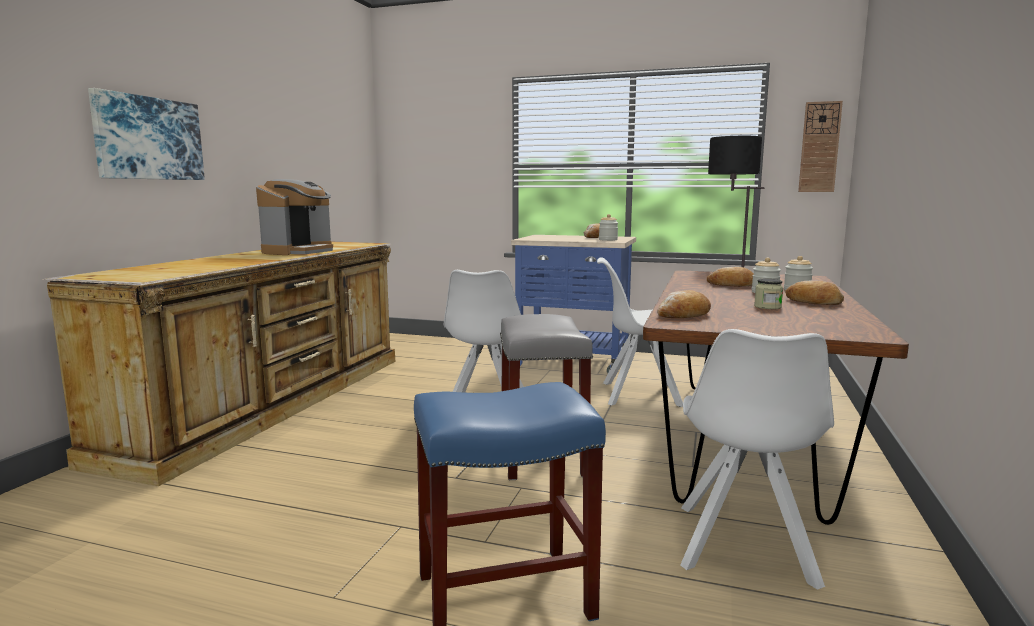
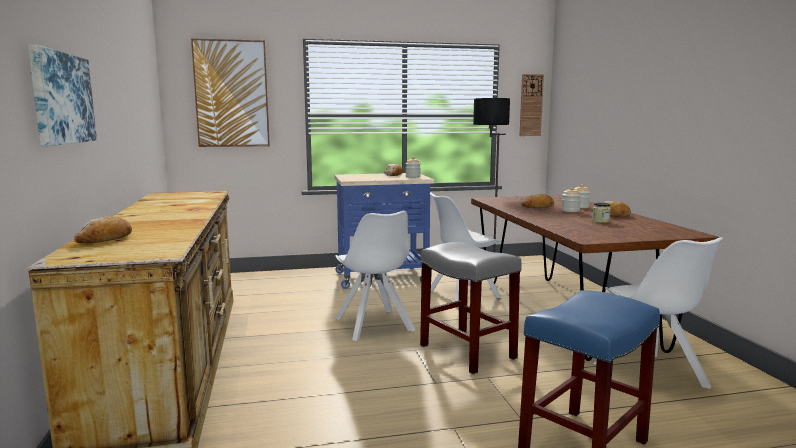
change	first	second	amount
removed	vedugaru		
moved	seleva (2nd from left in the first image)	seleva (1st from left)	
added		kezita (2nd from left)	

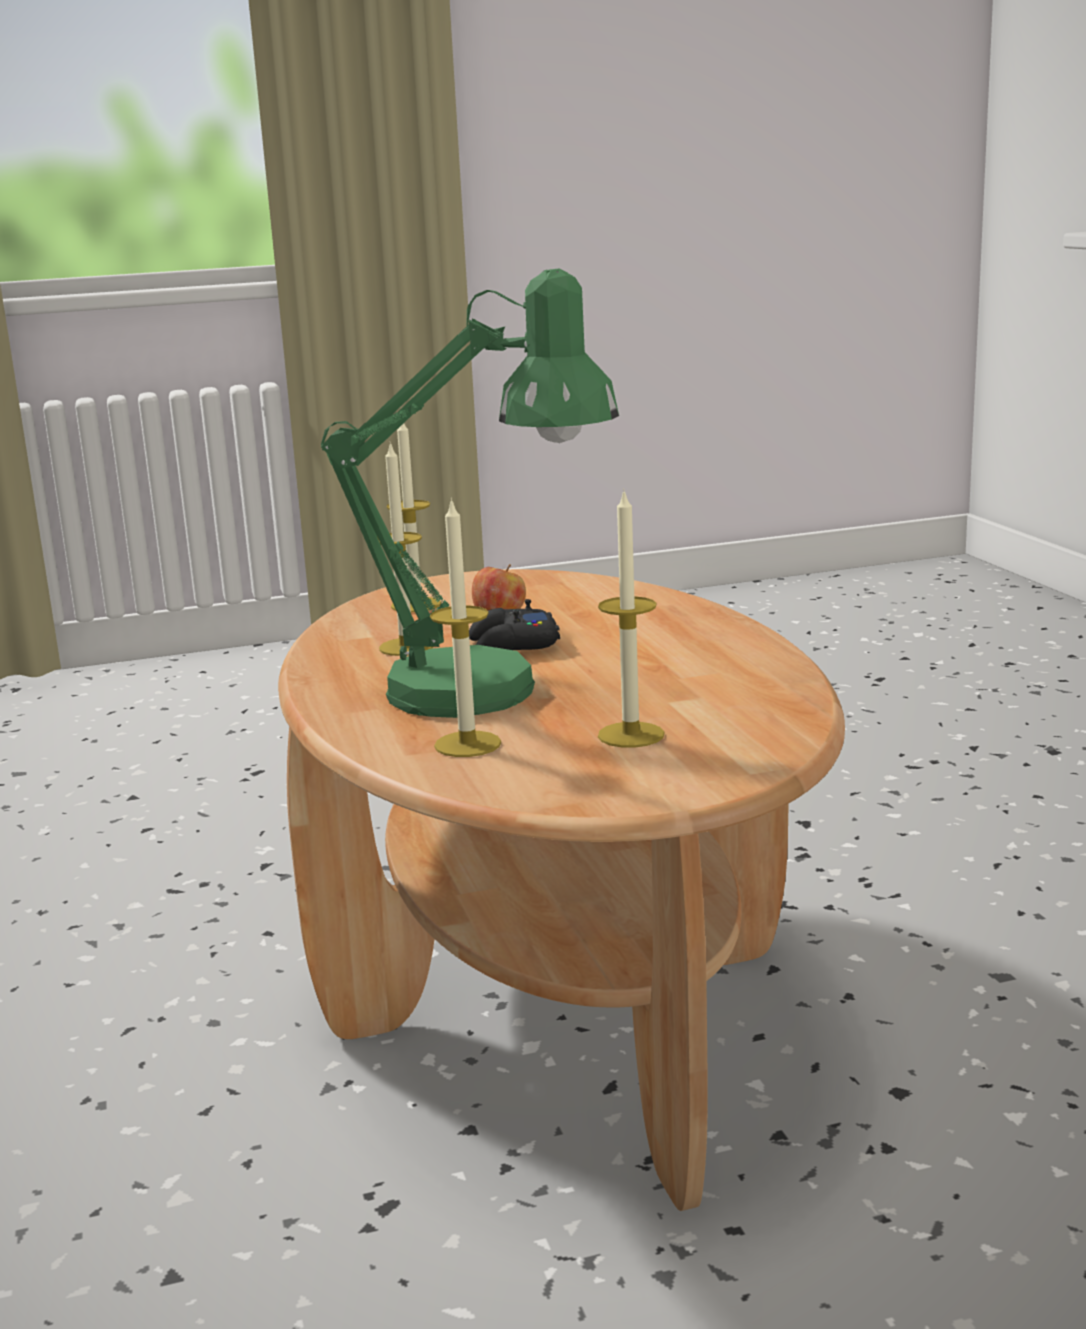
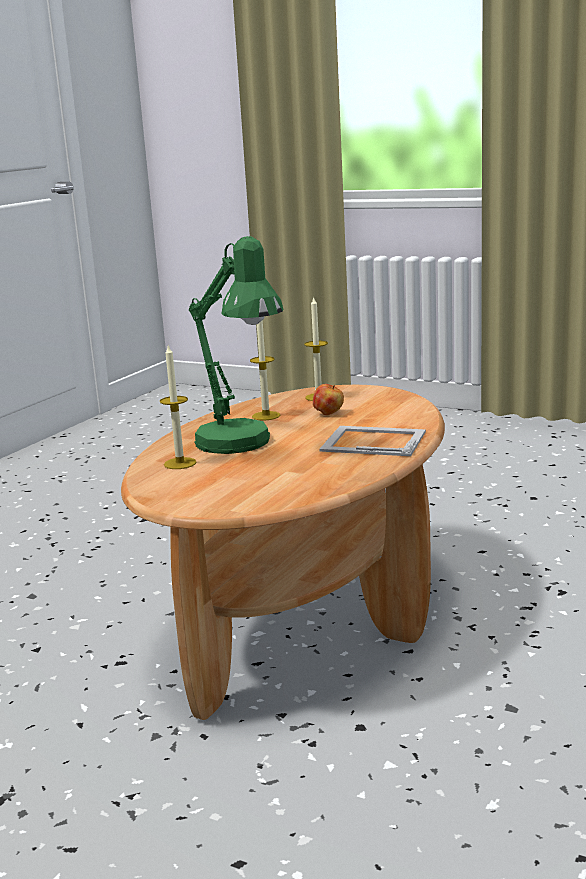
change	first	second	amount
removed	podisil (4th from left)		
removed	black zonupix		
added		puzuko	

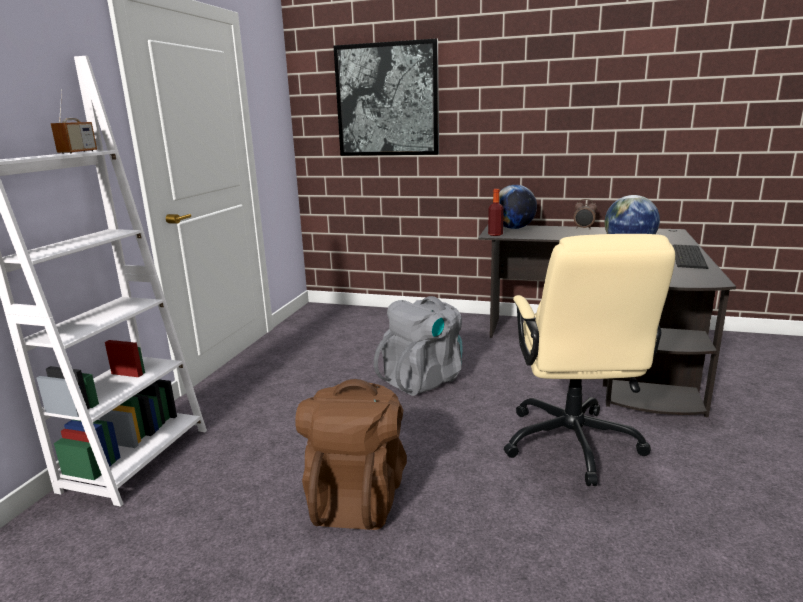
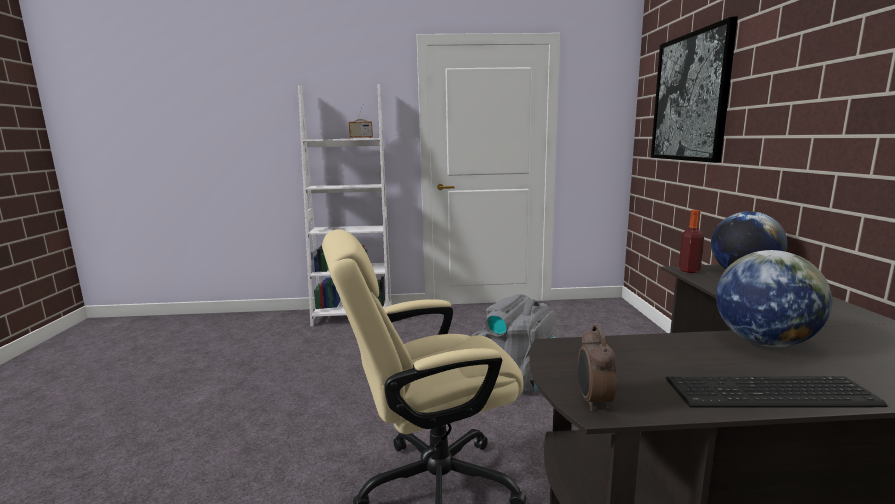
change	first	second	amount
moved	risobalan		
removed	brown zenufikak		

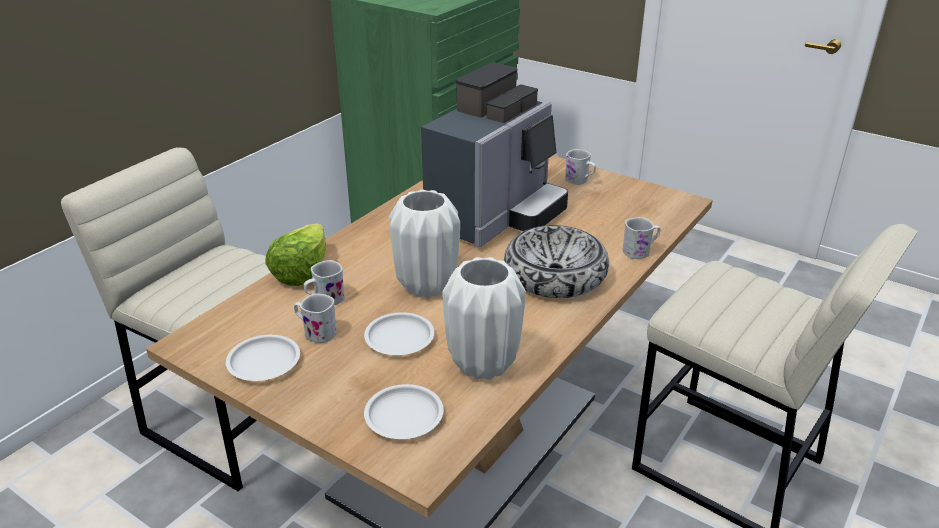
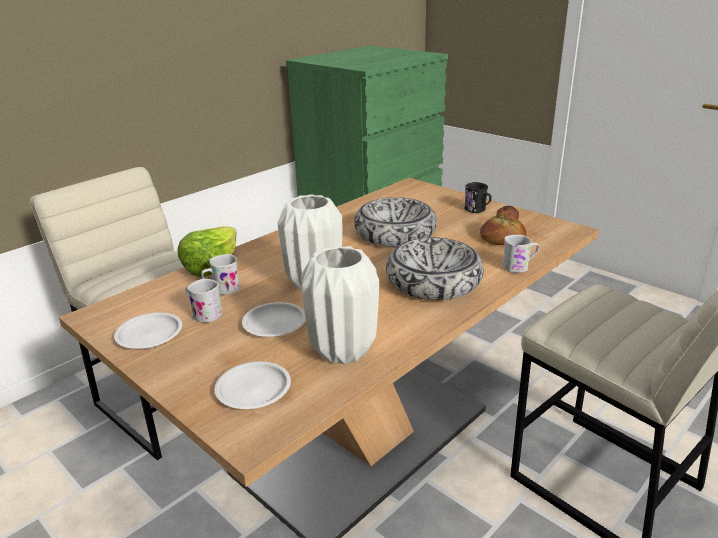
change	first	second	amount
replaced	vedugaru	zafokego (1st from left)	
recoloured	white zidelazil (3rd from left)	black zidelazil	
added		seleva	

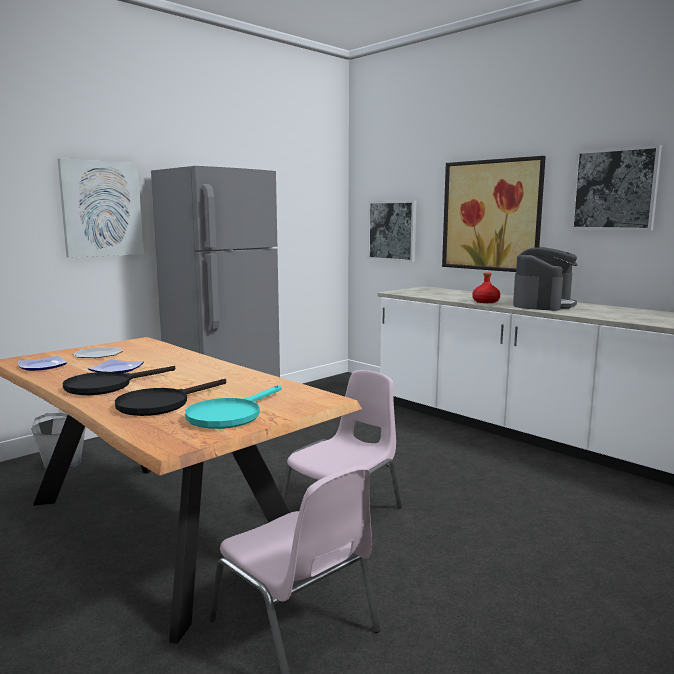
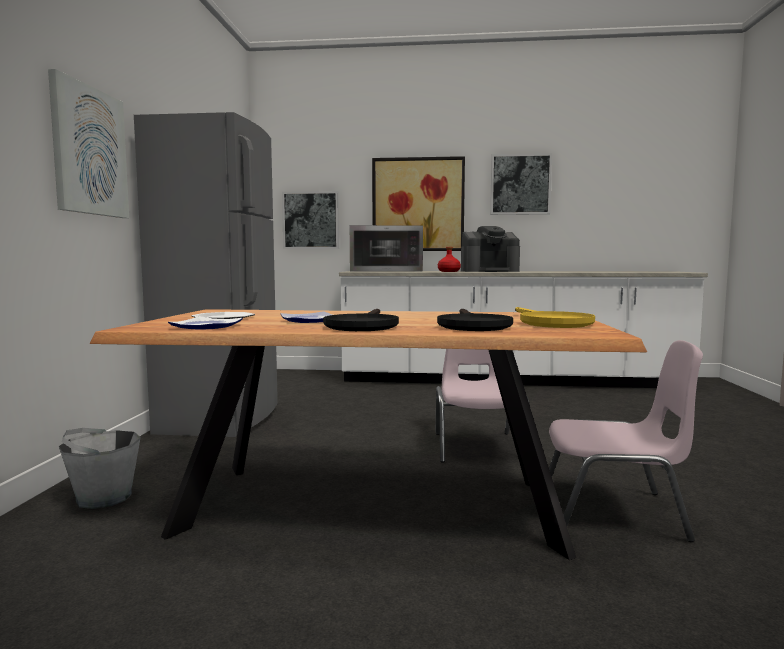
change	first	second	amount
turned	vedugaru		90 degrees clockwise
recoloured	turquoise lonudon	yellow lonudon	
added		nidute	

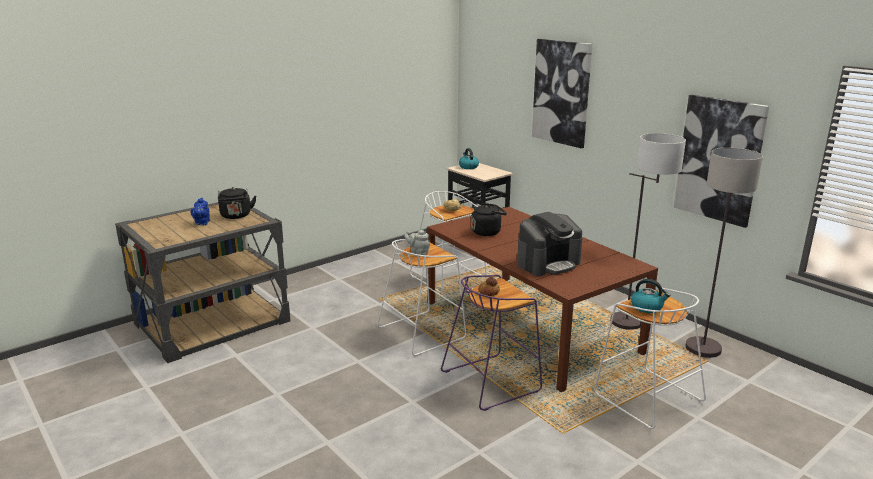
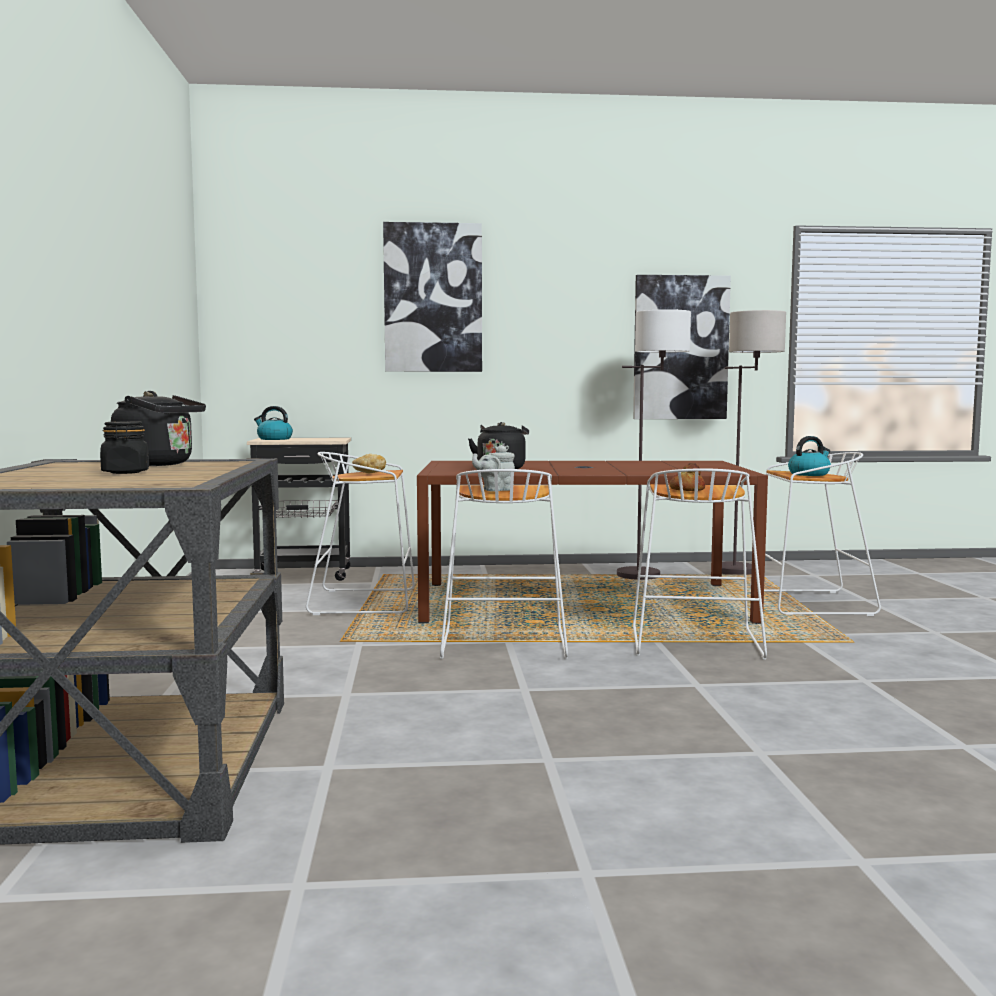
change	first	second	amount
replaced	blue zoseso	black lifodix	
removed	vedugaru		
recoloured	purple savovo	white savovo (3rd from left)	

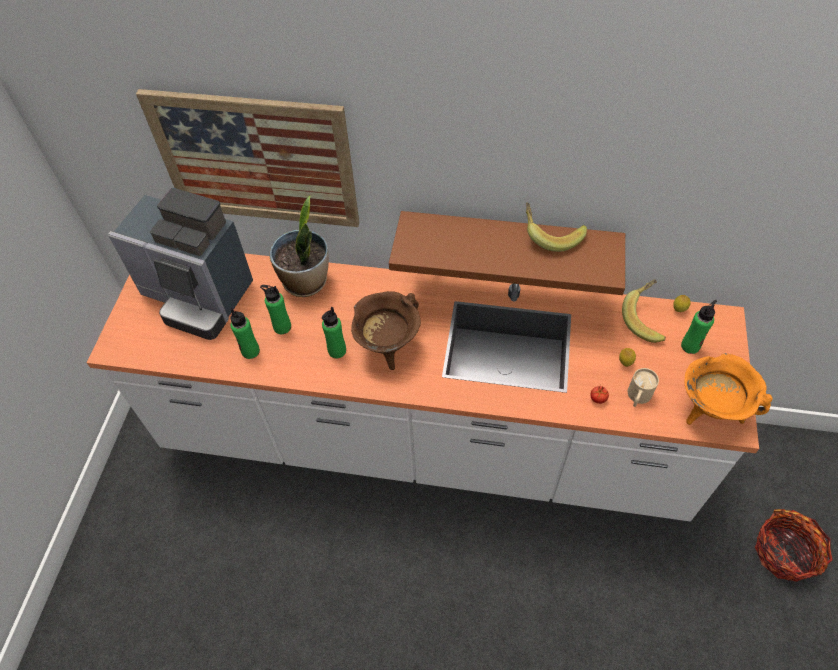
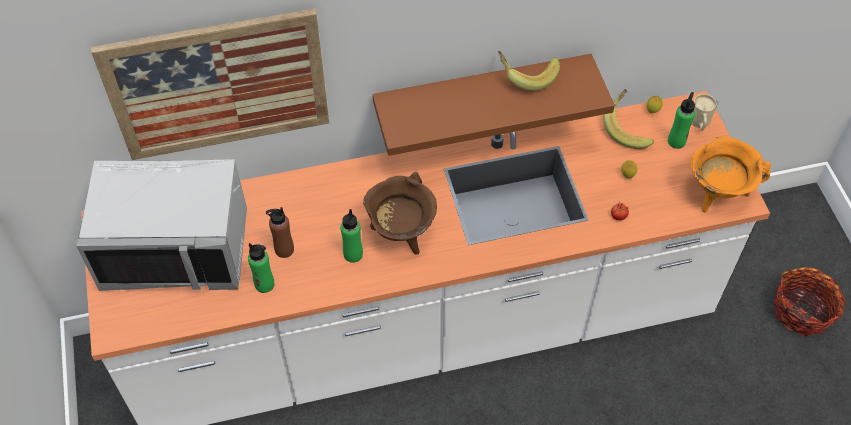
change	first	second	amount
replaced	vedugaru	grey nidute	
removed	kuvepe		
recoloured	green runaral (2nd from left)	brown runaral	
moved	beige zidelazil		

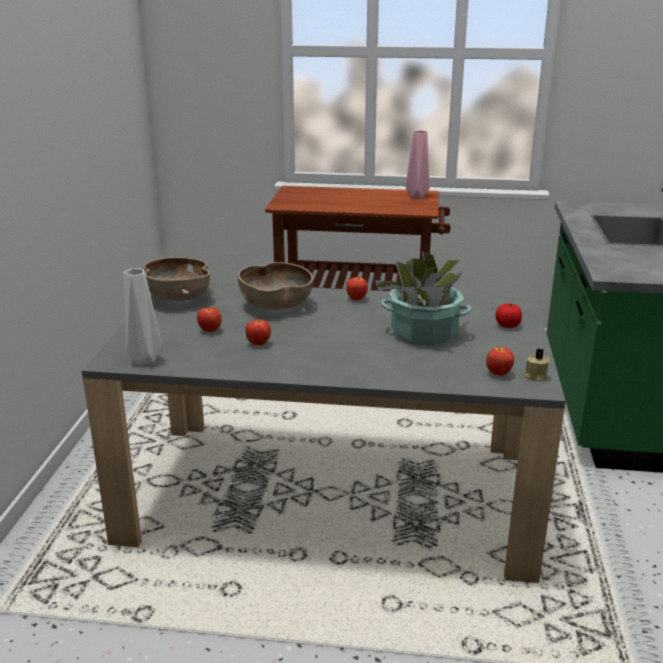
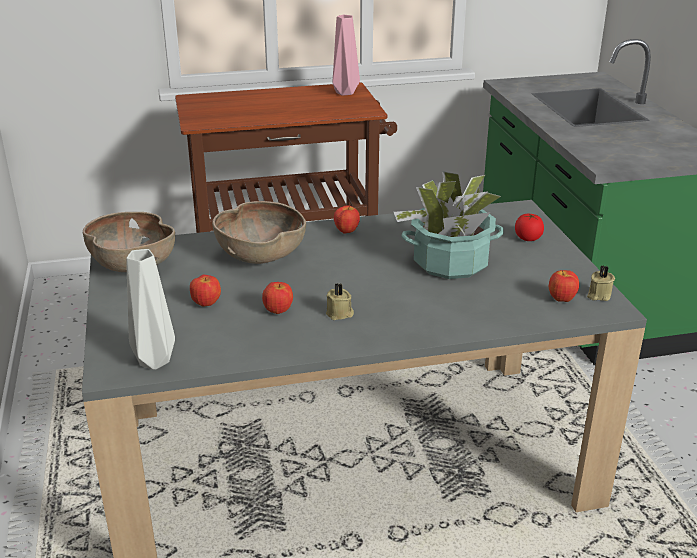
change	first	second	amount
added		beige podisil (1st from left)	

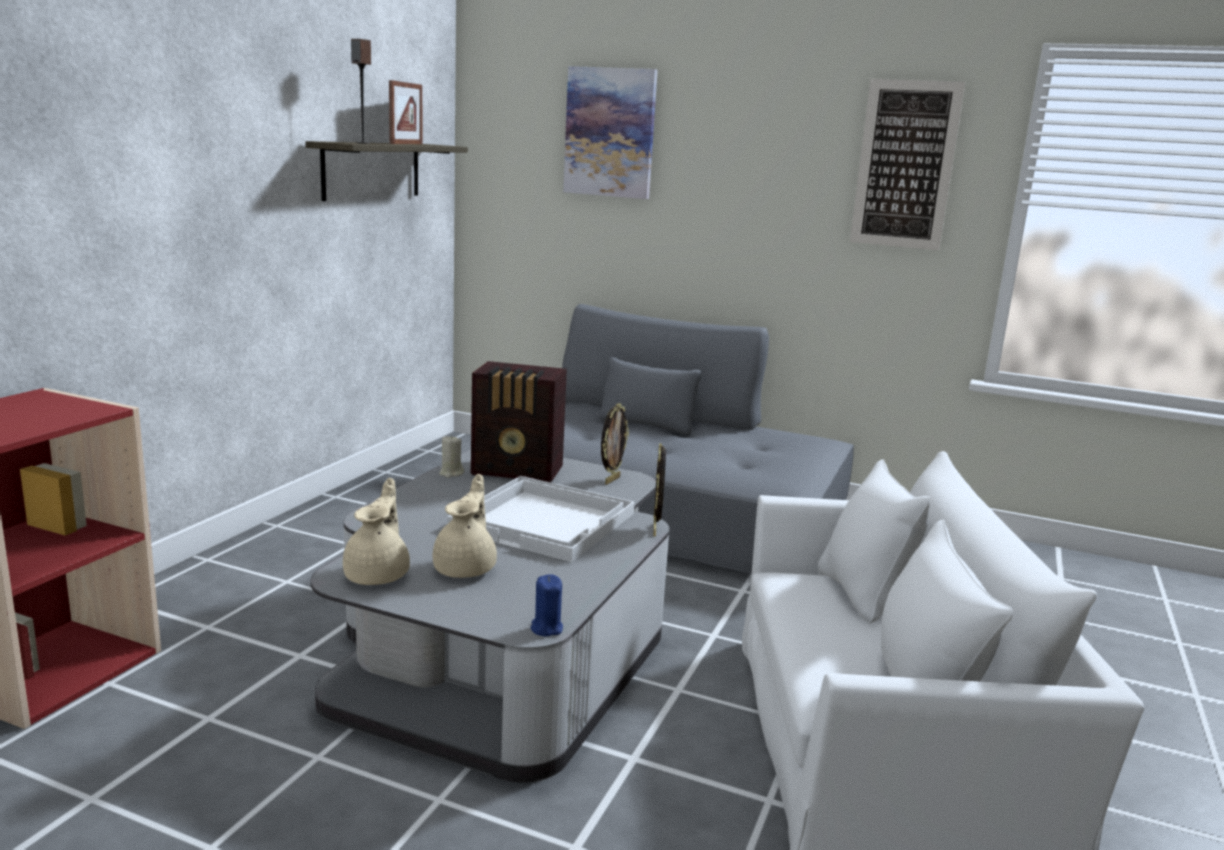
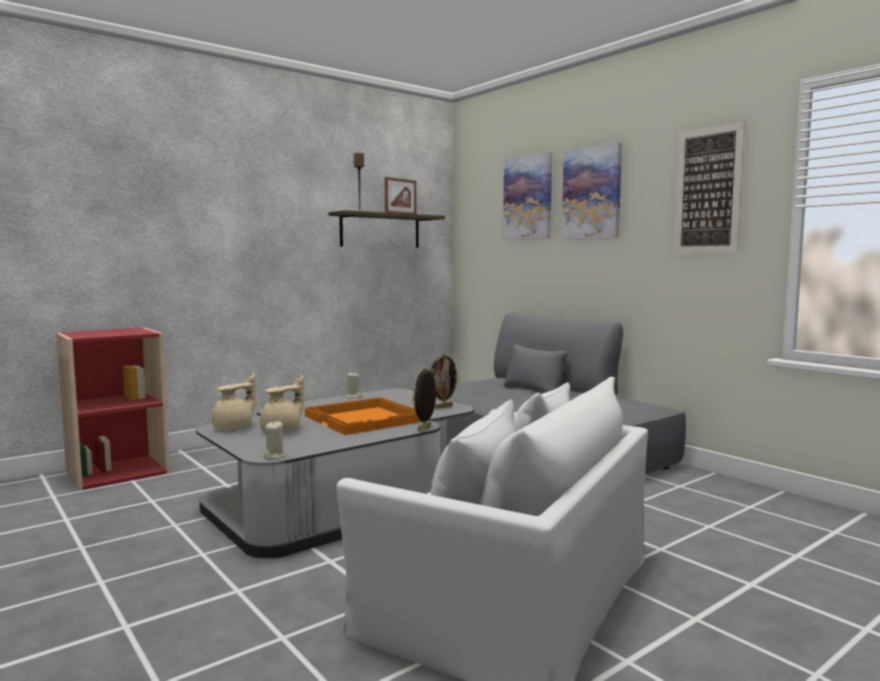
change	first	second	amount
removed	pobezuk		
recoloured	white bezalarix	orange bezalarix	
recoloured	blue podisil	beige podisil (1st from left)	
added		kezita (2nd from left)	

